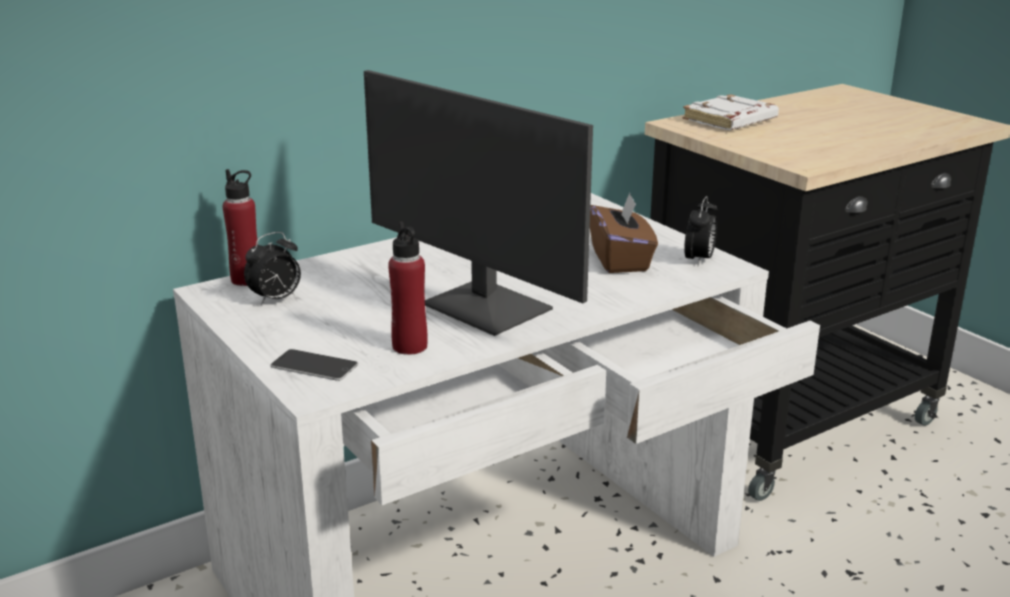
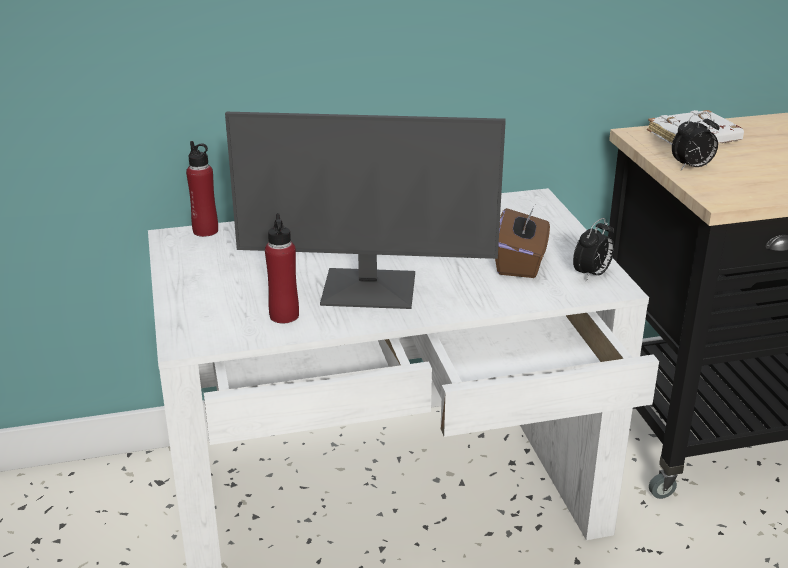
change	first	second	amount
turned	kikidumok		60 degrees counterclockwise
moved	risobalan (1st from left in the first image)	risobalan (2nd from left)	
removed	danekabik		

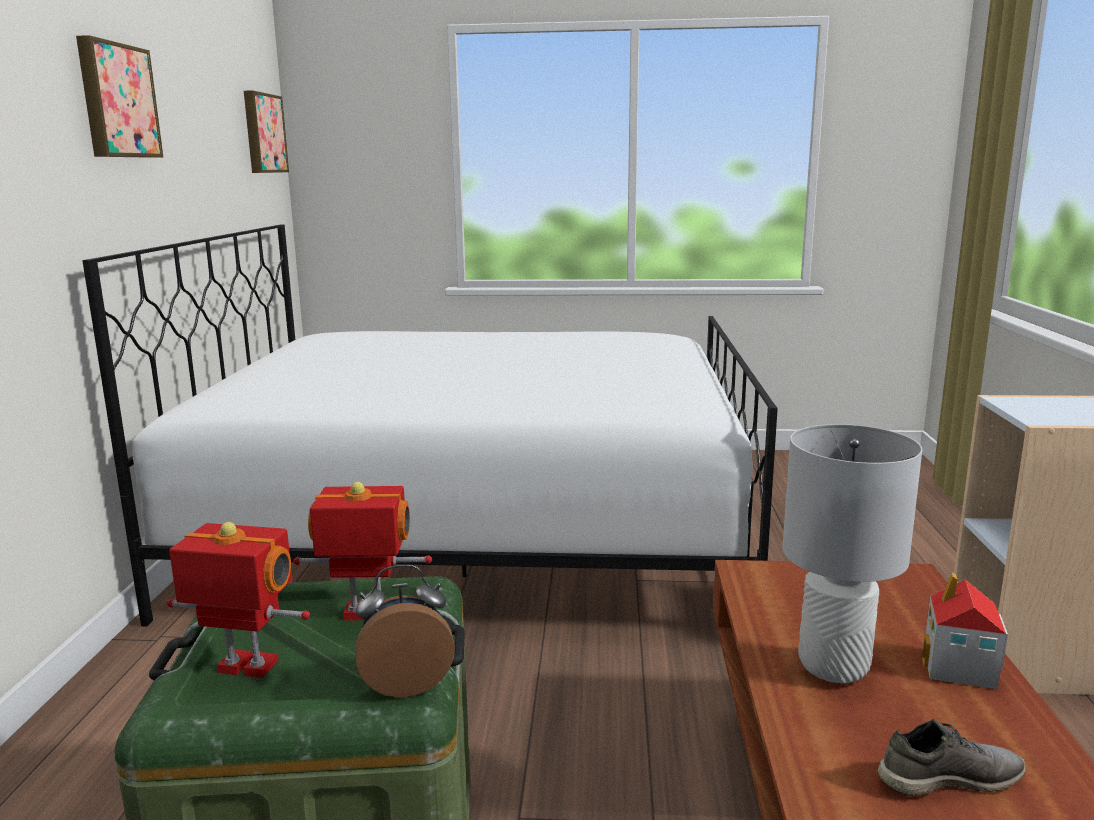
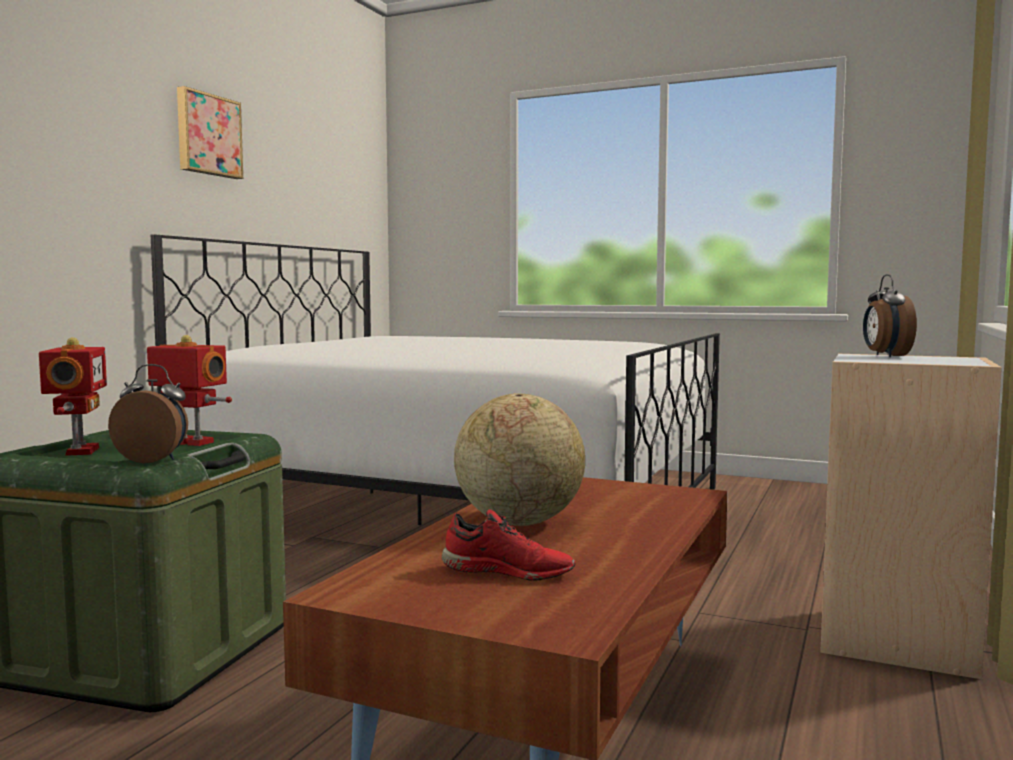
change	first	second	amount
removed	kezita (2nd from left)		
replaced	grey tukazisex	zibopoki	
turned	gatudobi (1st from left)		45 degrees clockwise
removed	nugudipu		
recoloured	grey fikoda	red fikoda	
added		risobalan (2nd from left)	

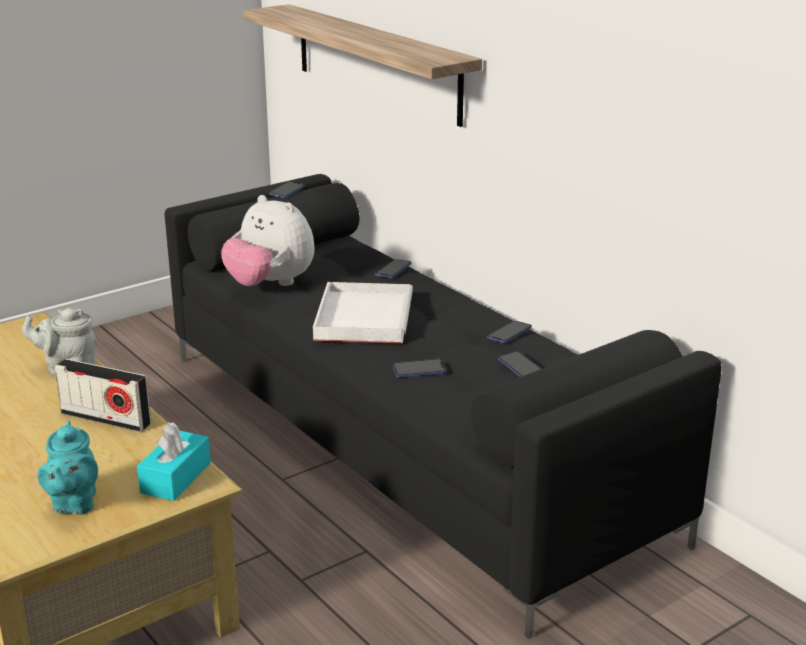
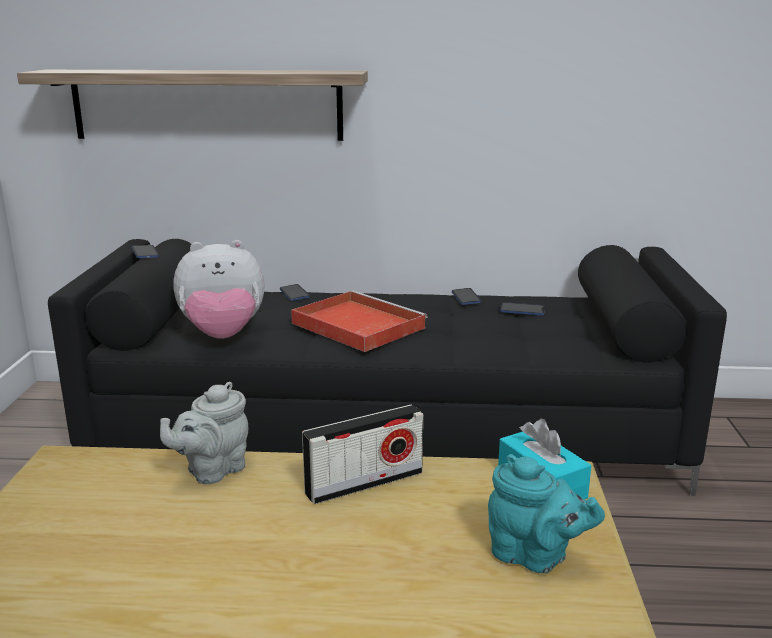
change	first	second	amount
recoloured	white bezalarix	red bezalarix	
removed	danekabik (3rd from left)		

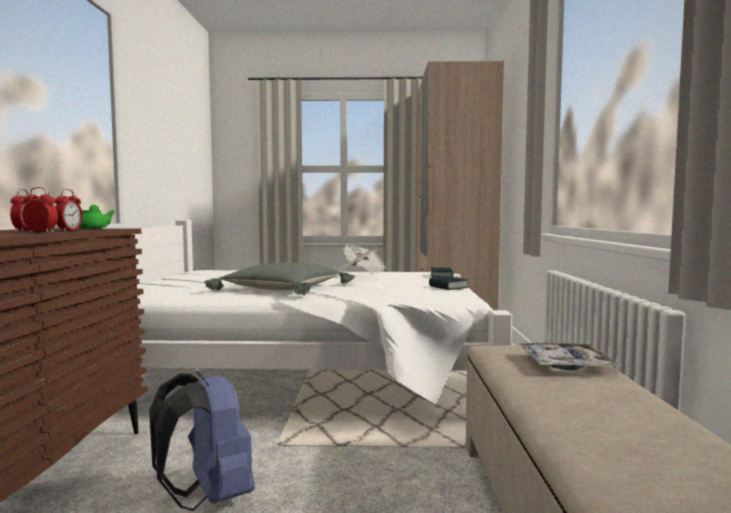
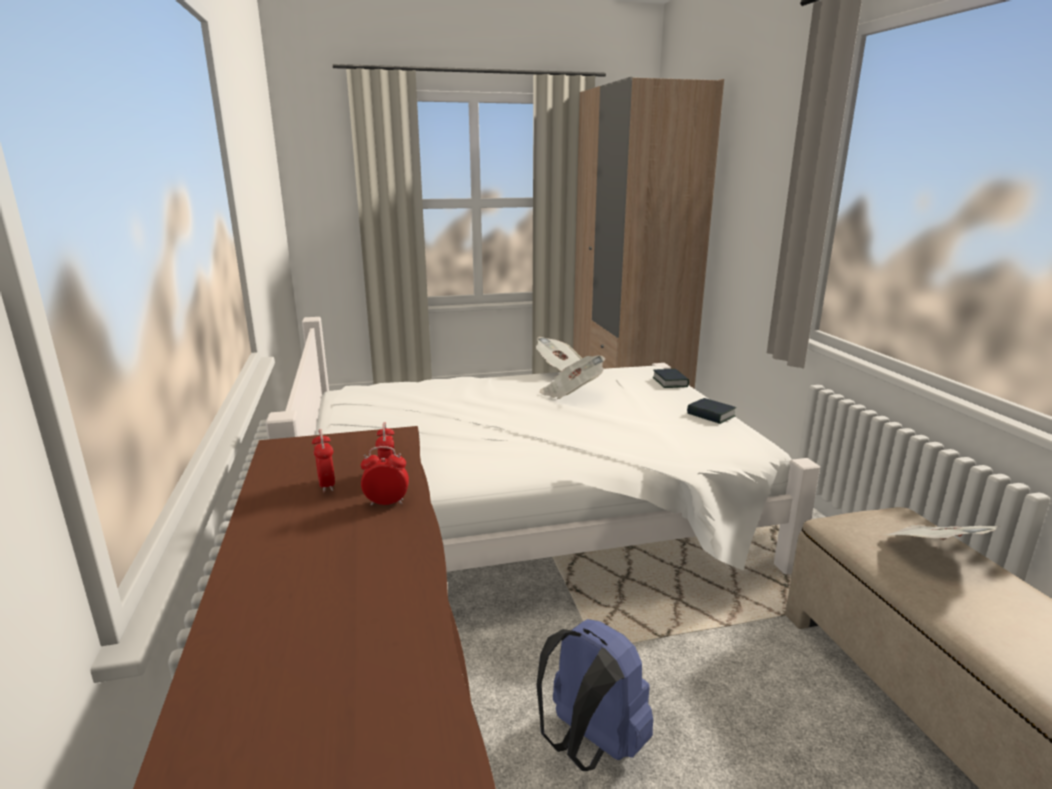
change	first	second	amount
removed	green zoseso		
removed	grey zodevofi		
replaced	bezalarix	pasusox (3rd from left)	

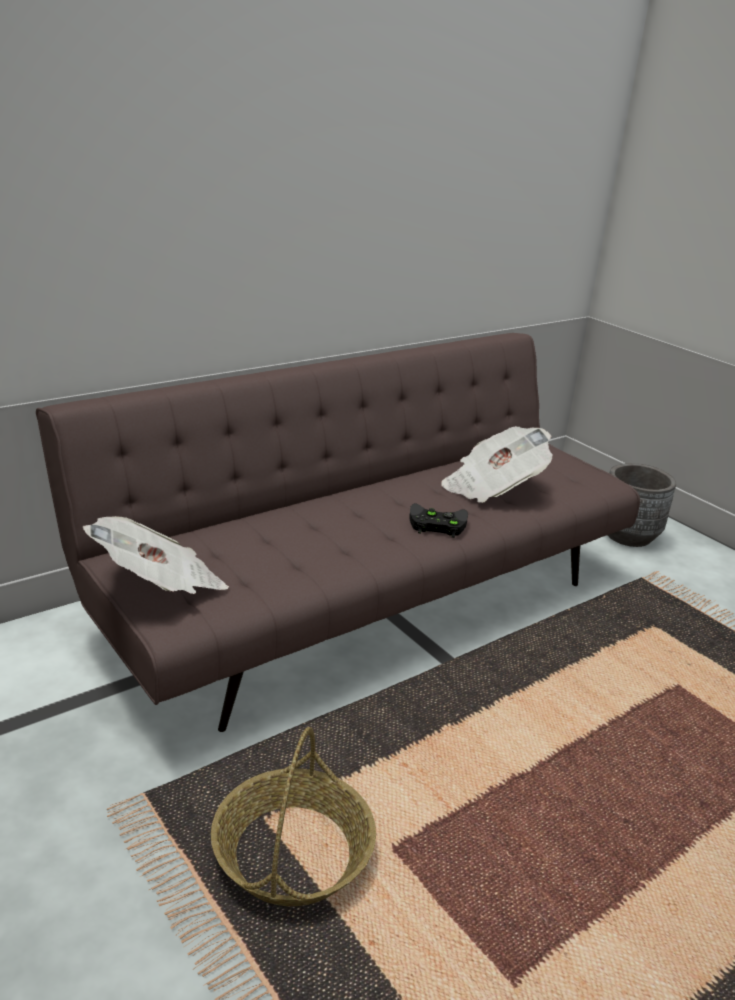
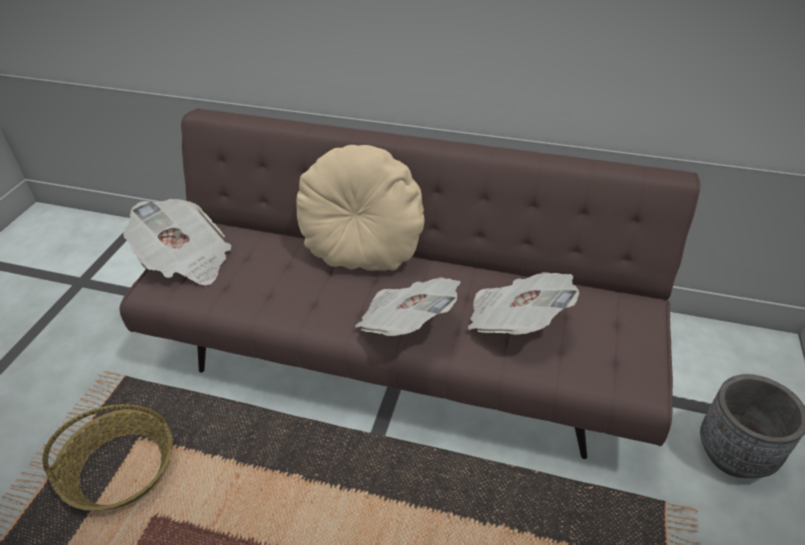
change	first	second	amount
replaced	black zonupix	pasusox (2nd from left)	
added		beige zodevofi	

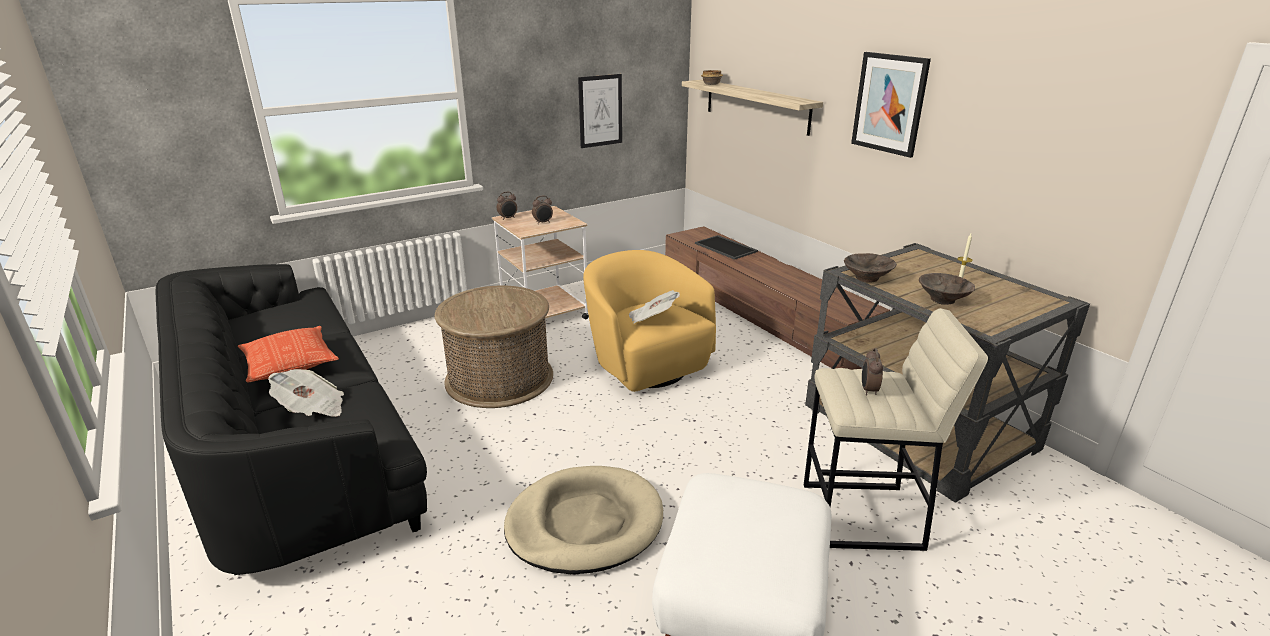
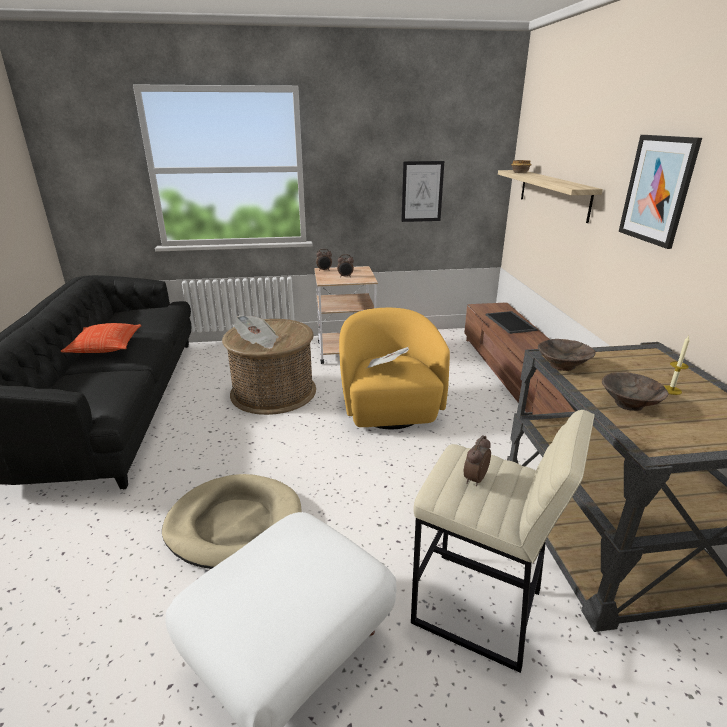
change	first	second	amount
moved	pasusox (1st from left)		

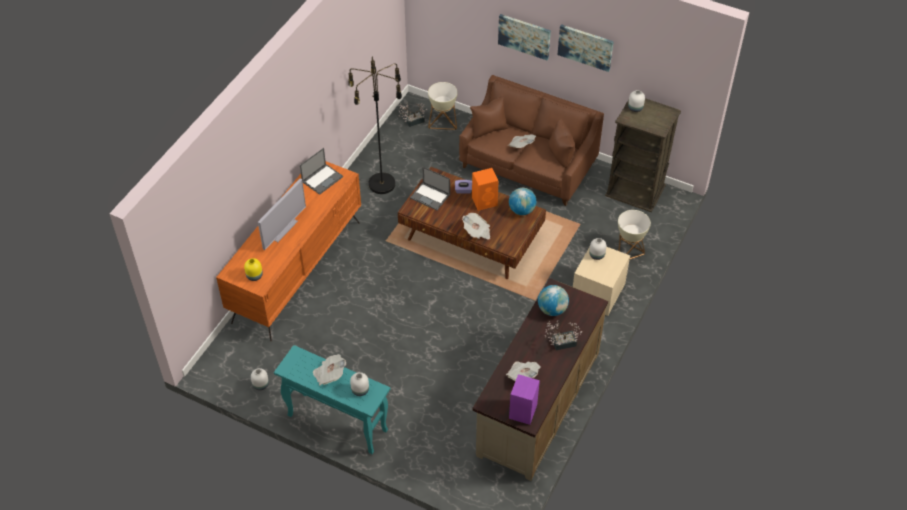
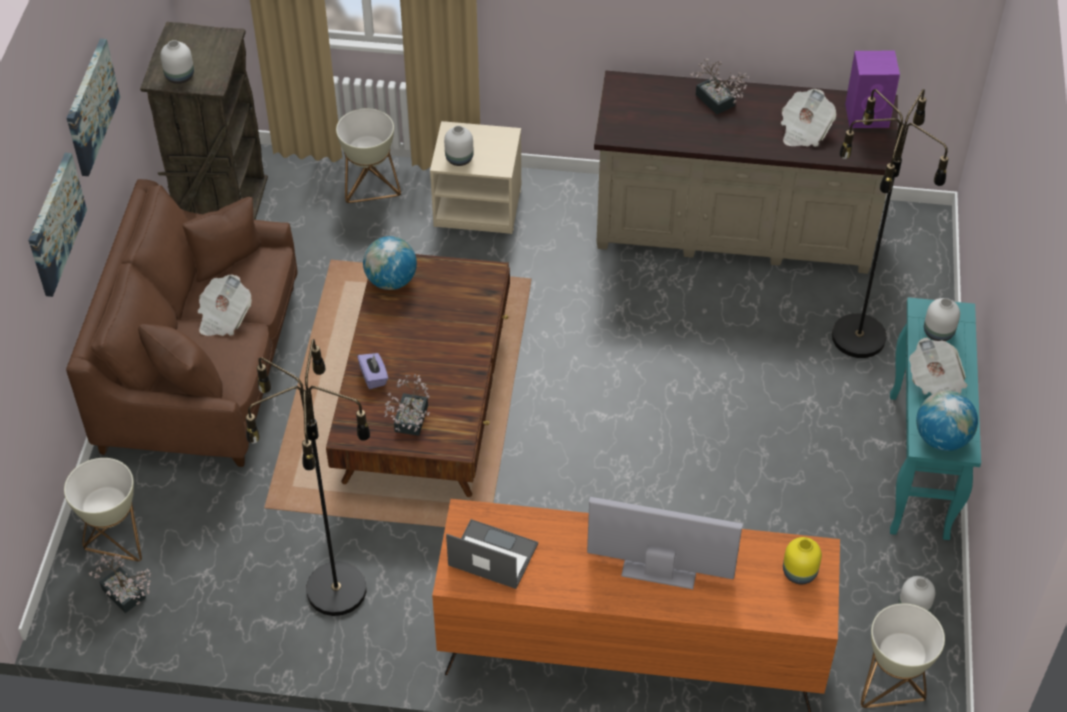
change	first	second	amount
replaced	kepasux (2nd from left)	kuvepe (2nd from left)	
removed	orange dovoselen		
removed	pasusox (2nd from left)		
moved	zibopoki (2nd from left)		
added		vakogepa (2nd from left)	
added		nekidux (3rd from left)	

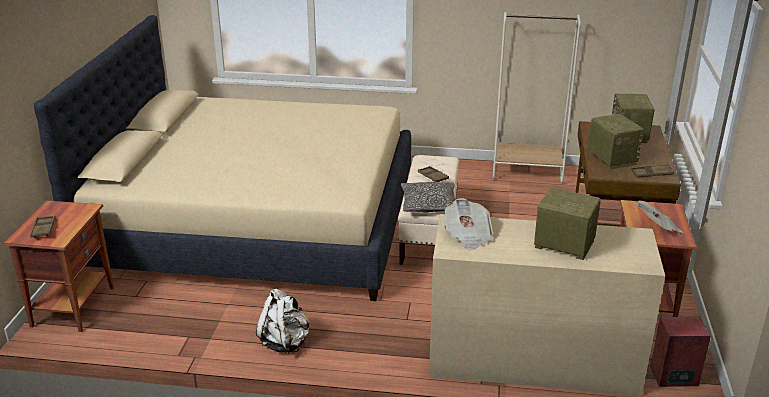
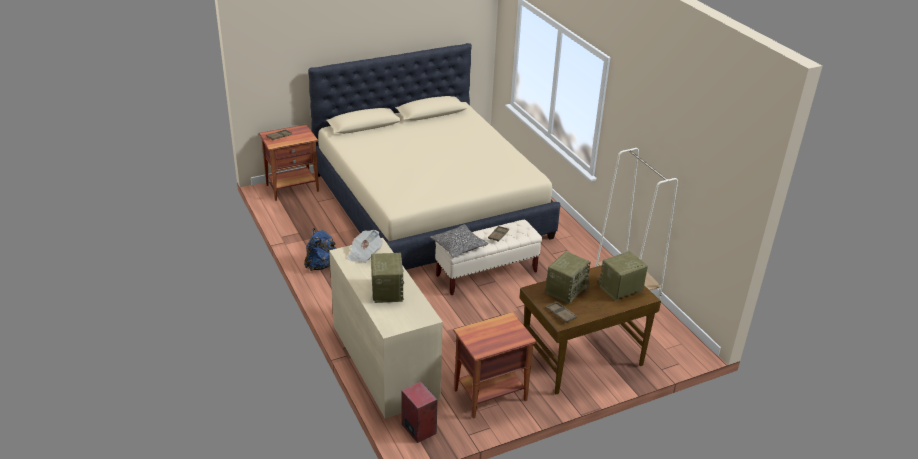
change	first	second	amount
removed	pasusox (2nd from left)		
recoloured	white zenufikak	blue zenufikak	

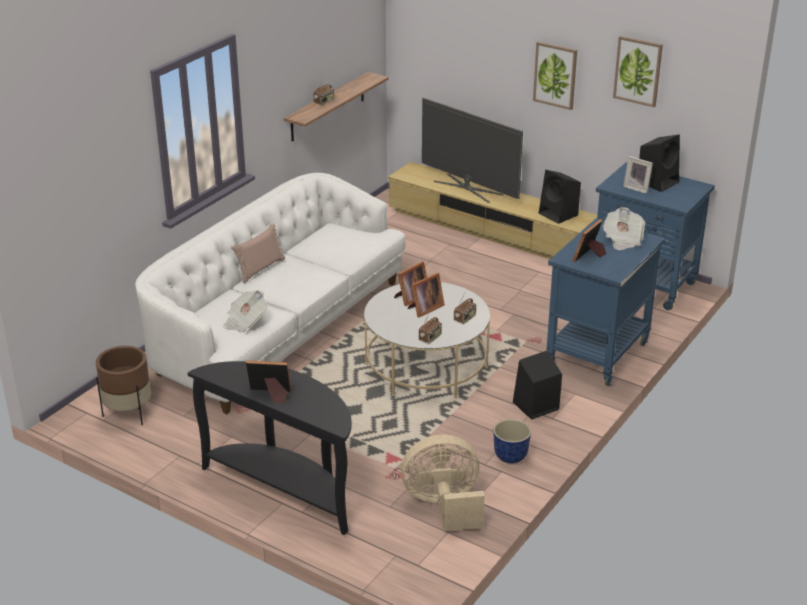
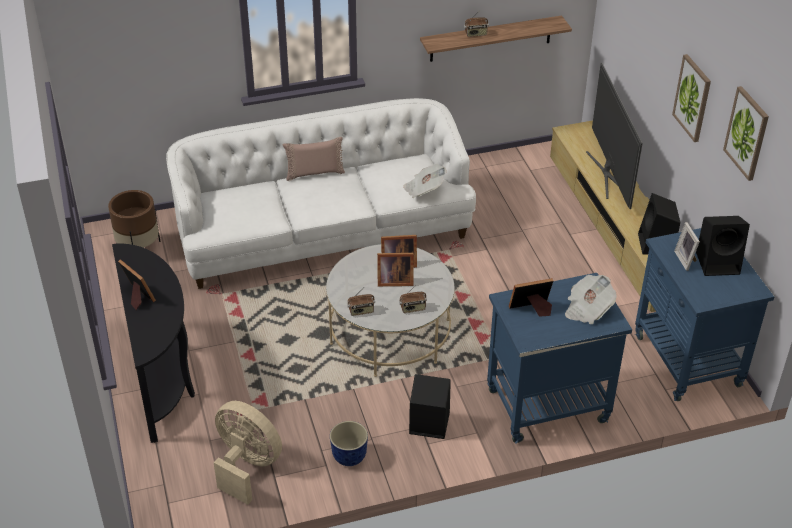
change	first	second	amount
moved	pasusox (1st from left)		

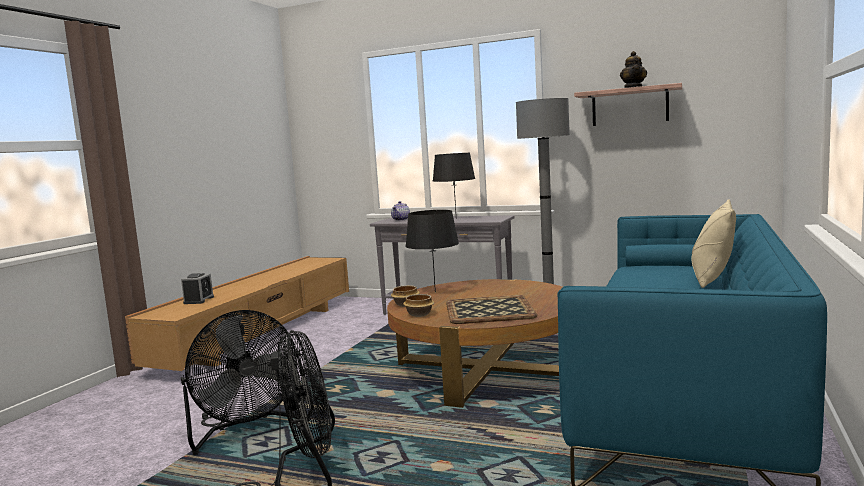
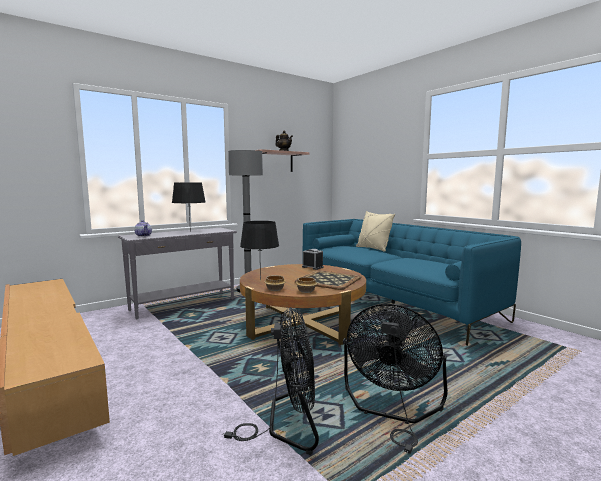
change	first	second	amount
moved	risobalan		

